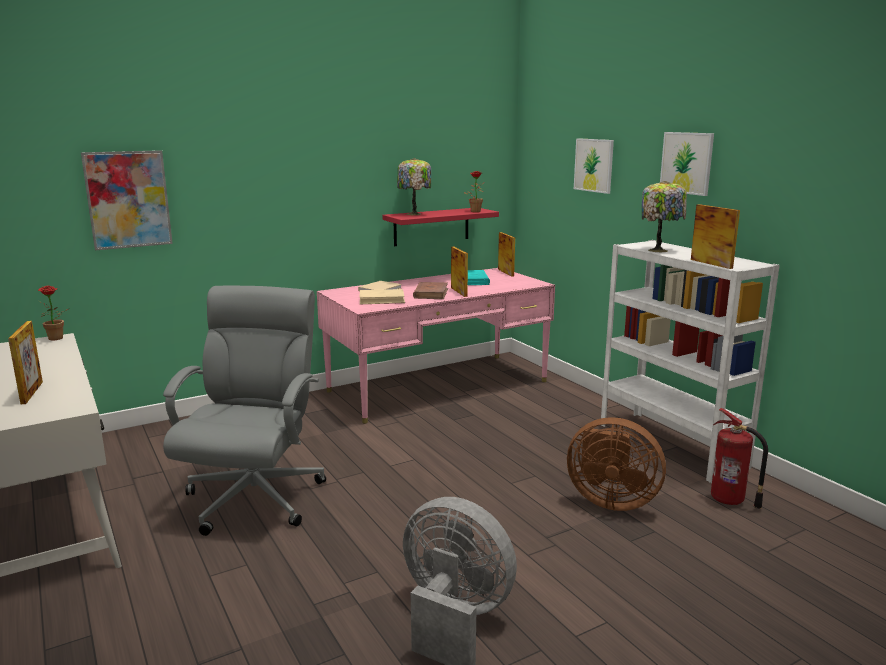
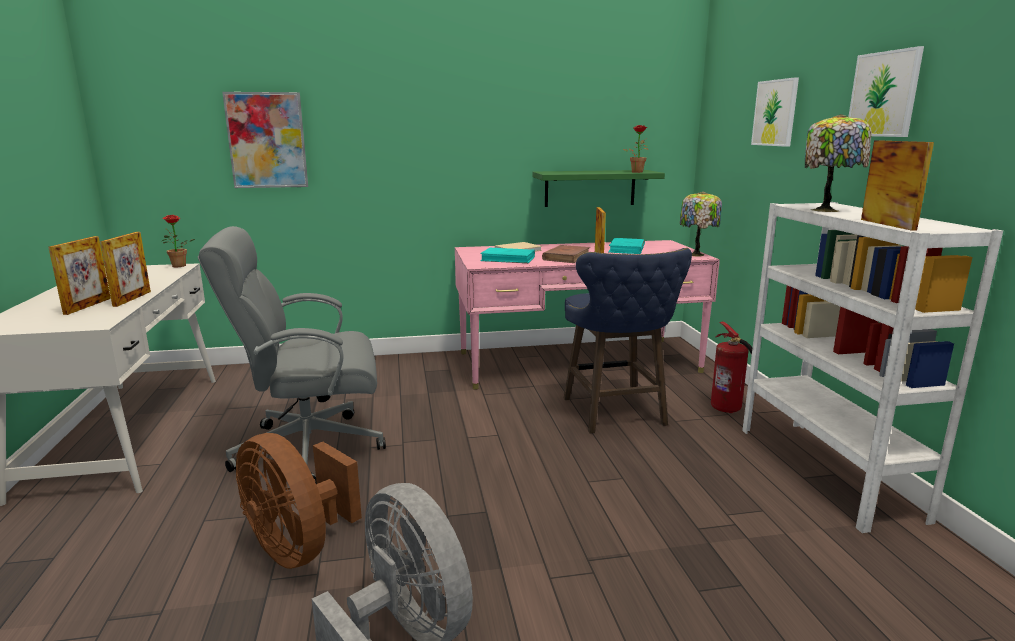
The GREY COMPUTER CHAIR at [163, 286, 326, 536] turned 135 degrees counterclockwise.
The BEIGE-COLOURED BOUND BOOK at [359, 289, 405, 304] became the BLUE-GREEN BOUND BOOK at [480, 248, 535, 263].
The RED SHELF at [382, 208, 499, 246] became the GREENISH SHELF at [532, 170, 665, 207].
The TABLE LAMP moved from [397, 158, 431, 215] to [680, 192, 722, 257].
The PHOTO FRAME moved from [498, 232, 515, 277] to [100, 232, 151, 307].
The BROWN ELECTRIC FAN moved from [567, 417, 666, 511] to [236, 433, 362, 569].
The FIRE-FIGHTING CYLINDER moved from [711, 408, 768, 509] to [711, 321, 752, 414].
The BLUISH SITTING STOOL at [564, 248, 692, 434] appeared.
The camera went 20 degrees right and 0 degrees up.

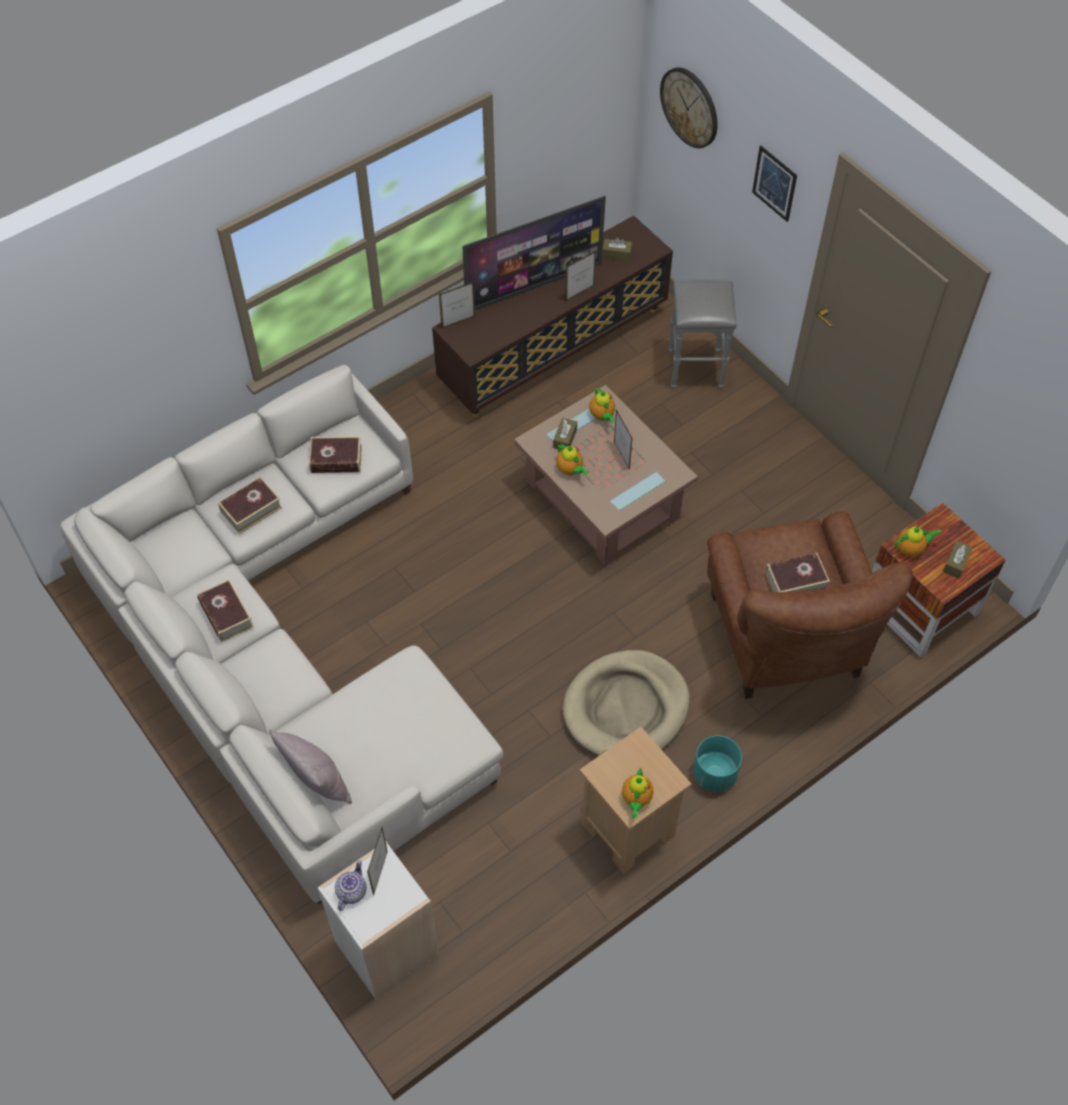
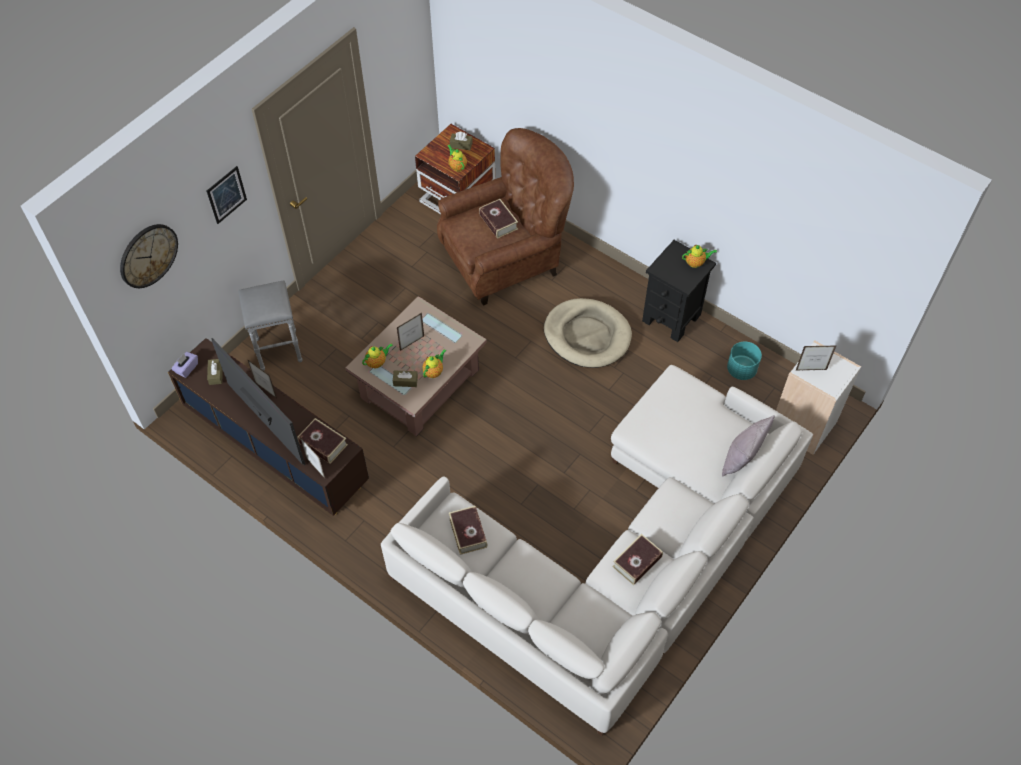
The BOUND BOOK moved from [218, 477, 282, 534] to [297, 418, 348, 464].
The TEA POT at [335, 860, 367, 911] disappeared.
The BEIGE-COLOURED NIGHTSTAND at [579, 727, 691, 874] became the BLACKISH NIGHTSTAND at [642, 240, 716, 342].
The BLUE-GREEN FLOWER POT moved from [693, 735, 742, 792] to [727, 341, 762, 380].
The PURPLE-COLOURED BOX OF TISSUES at [172, 352, 198, 378] appeared.
The camera went 105 degrees left and 0 degrees up.

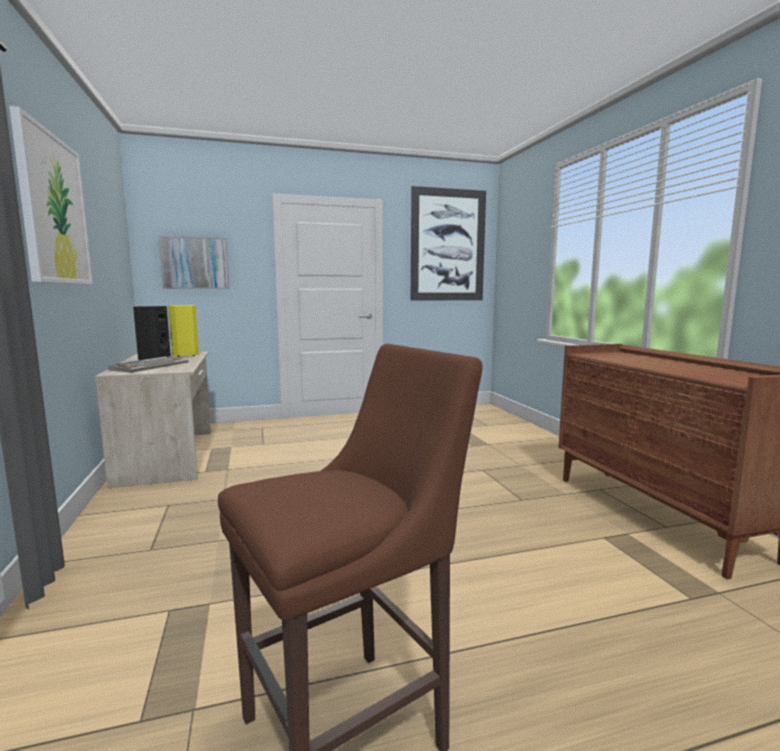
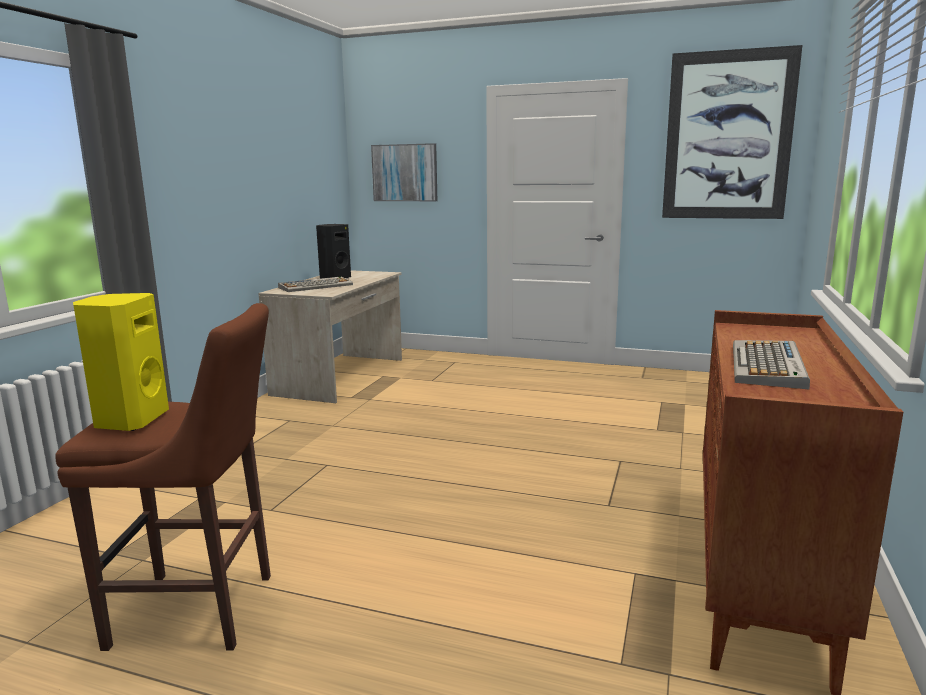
The WALL ART at [9, 106, 93, 284] disappeared.
The YELLOW AUDIO SPEAKER moved from [168, 305, 199, 357] to [73, 293, 169, 431].
The PC KEYBOARD at [733, 340, 810, 390] appeared.
The camera went 35 degrees right and 5 degrees up.

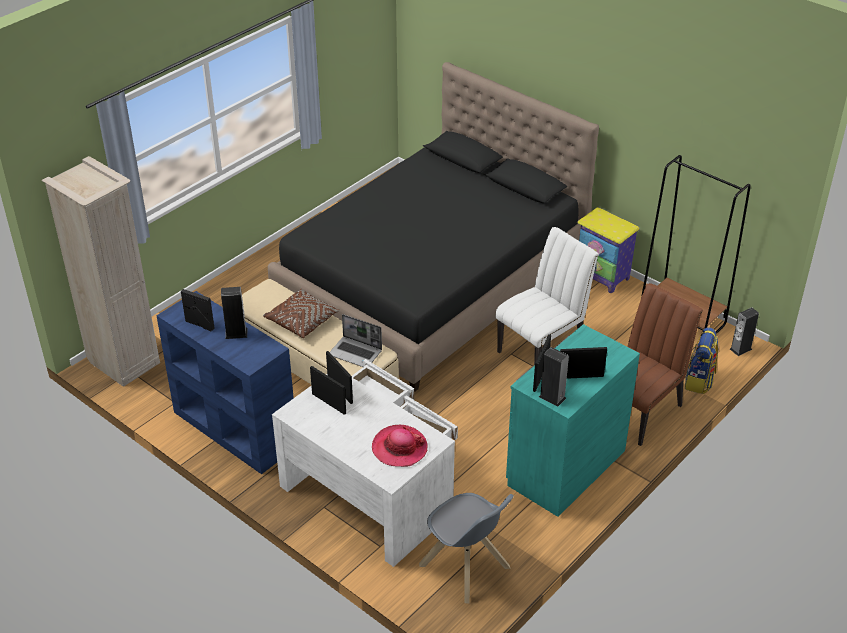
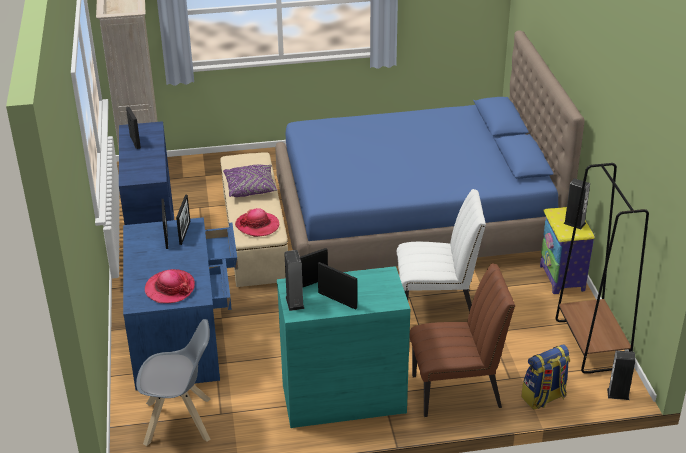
The AUDIO SPEAKER moved from [221, 287, 247, 339] to [563, 178, 590, 229].
The BROWN CUSHION at [263, 289, 340, 338] became the PURPLE-COLOURED CUSHION at [223, 165, 278, 197].
The BLACKISH BEDROOM BED at [268, 62, 599, 392] became the BLUISH BEDROOM BED at [275, 30, 585, 272].
The WHITE-COLOURED DESK TABLE at [272, 359, 458, 567] became the BLUISH DESK TABLE at [123, 217, 238, 390].
The LAPTOP at [330, 314, 382, 367] was replaced by the HAT at [235, 208, 279, 237].
The GREY PLAIN CHAIR at [419, 493, 514, 604] turned 90 degrees counterclockwise.
The camera went 40 degrees right and 5 degrees down.

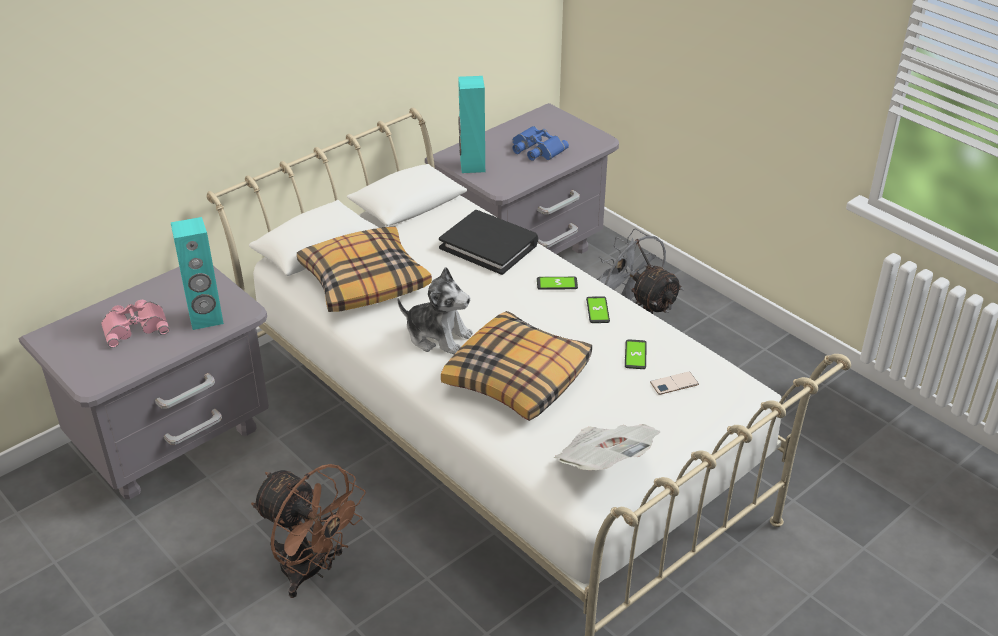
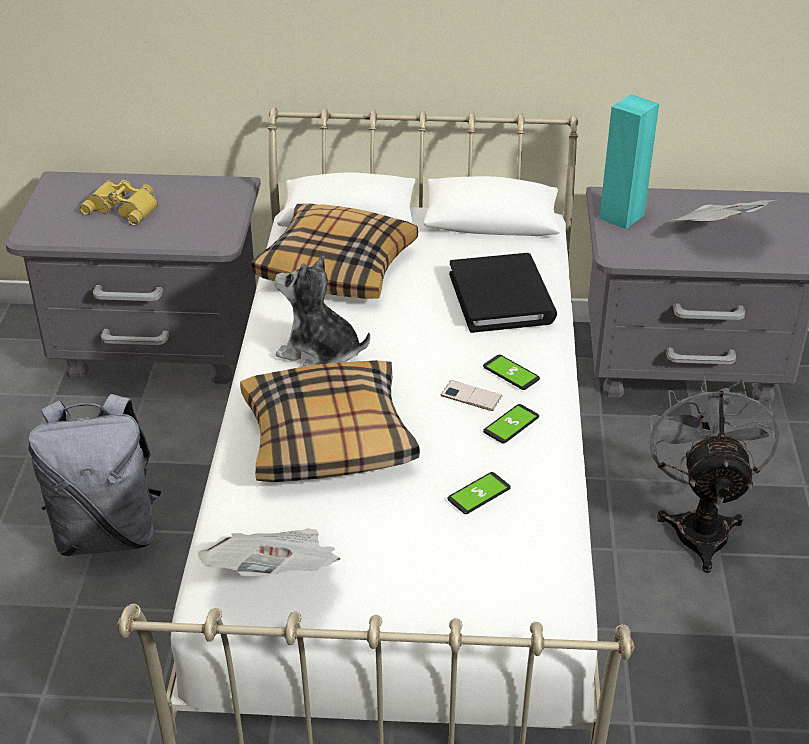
The PINK BINOCULARS at [101, 300, 170, 348] became the YELLOW BINOCULARS at [80, 180, 158, 226].
The BLUE-GREEN AUDIO SPEAKER at [170, 217, 224, 330] disappeared.
The BROWN ELECTRIC FAN at [251, 464, 366, 598] was replaced by the GREY KNAPSACK at [28, 394, 161, 556].
The SOFT TOY at [397, 267, 473, 355] turned 135 degrees clockwise.
The BLUISH BINOCULARS at [513, 126, 569, 161] was replaced by the DAILY PAPER at [670, 200, 775, 221].
The HANDSET moved from [650, 371, 699, 395] to [441, 380, 502, 411].
The camera went 45 degrees right and 0 degrees up.

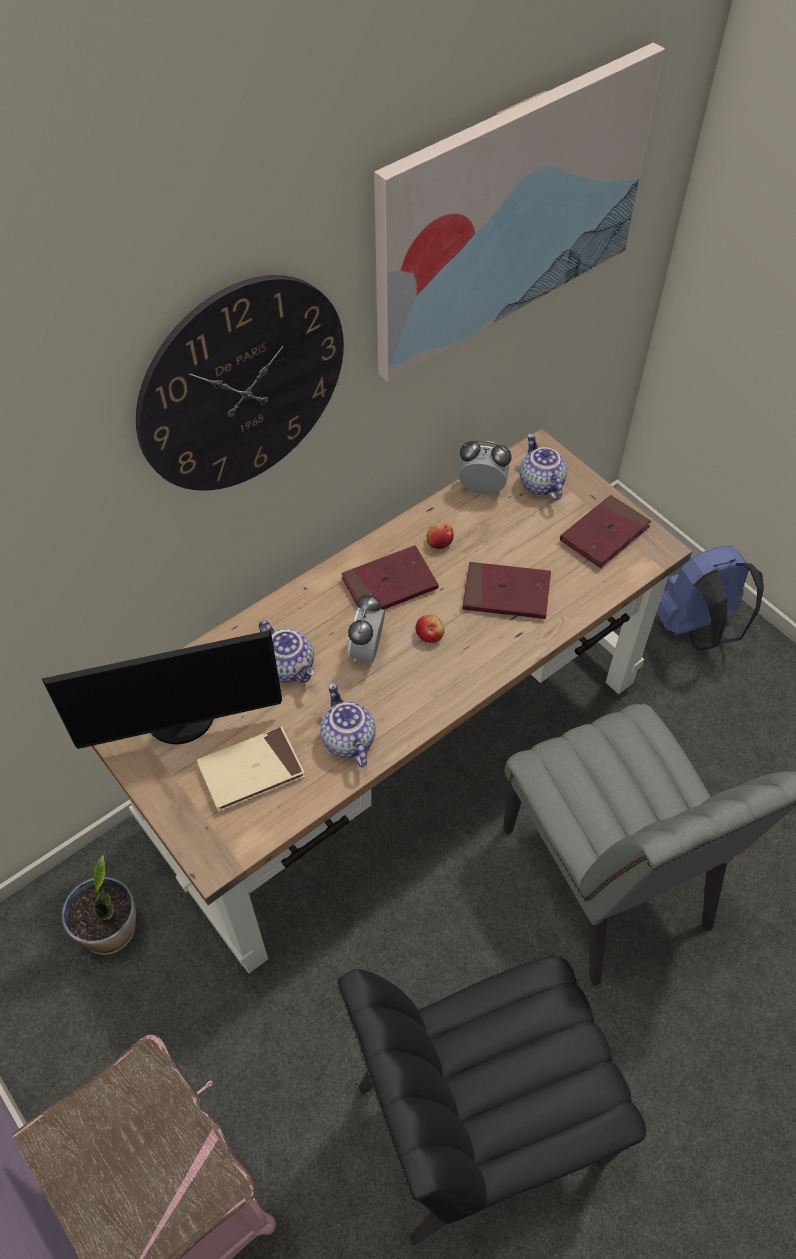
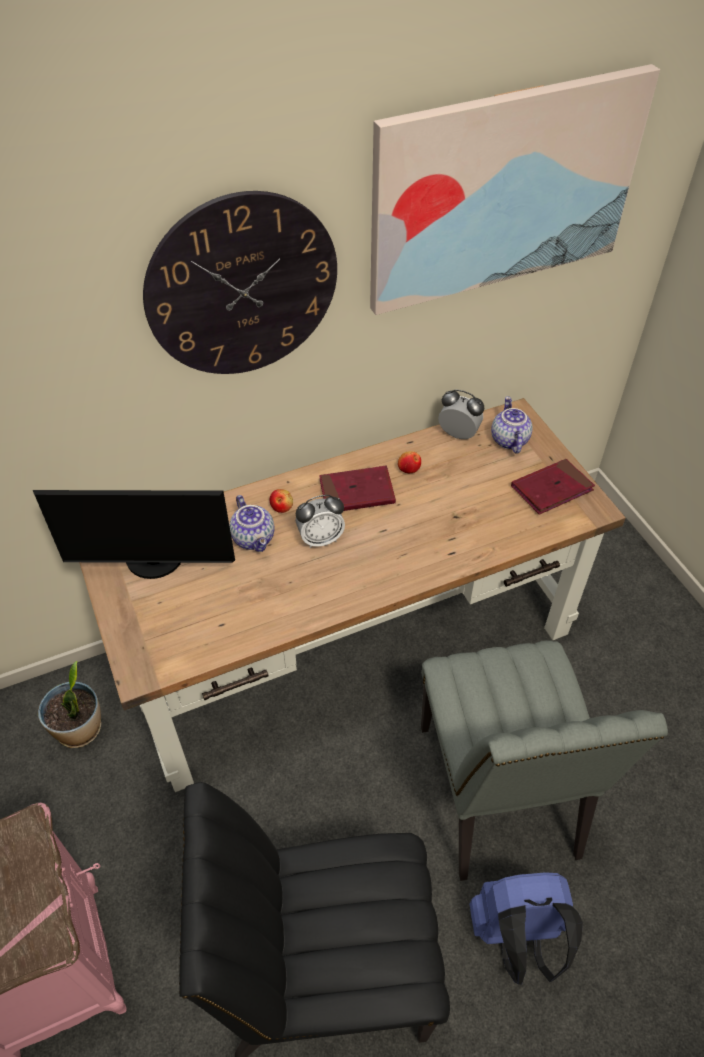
The BEIGE-COLOURED BOUND BOOK at [197, 726, 305, 812] disappeared.
The TEA POT at [320, 683, 376, 768] disappeared.
The TABLE CLOCK at [348, 593, 385, 662] turned 135 degrees counterclockwise.
The APPLE FRUIT moved from [415, 615, 445, 643] to [269, 489, 293, 513].
The RED BOUND BOOK at [462, 562, 551, 619] disappeared.
The BLUISH KNAPSACK moved from [656, 546, 764, 651] to [469, 872, 583, 985].
The camera went 15 degrees right and 5 degrees down.

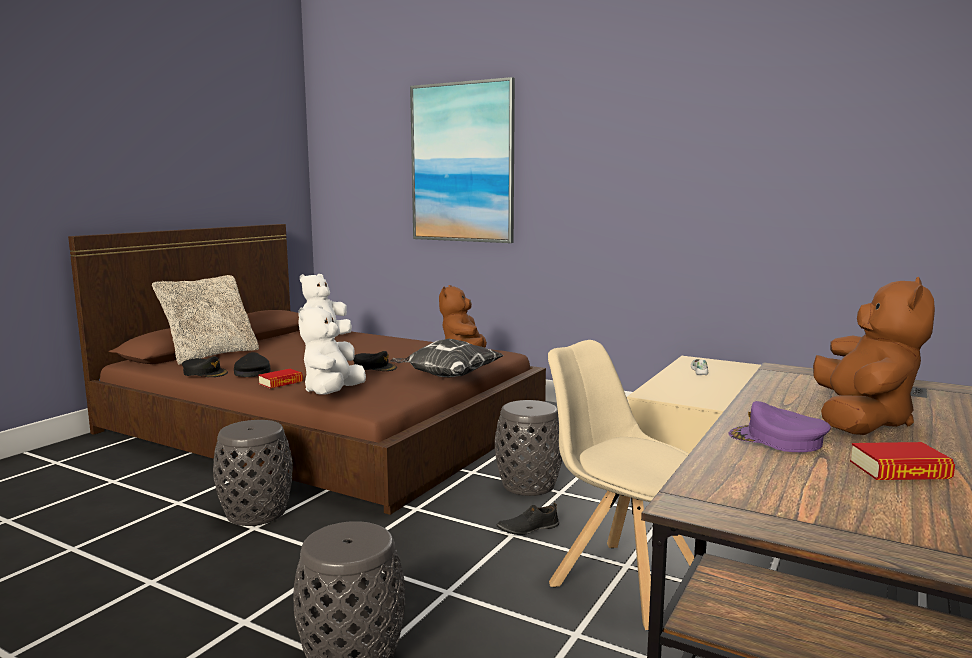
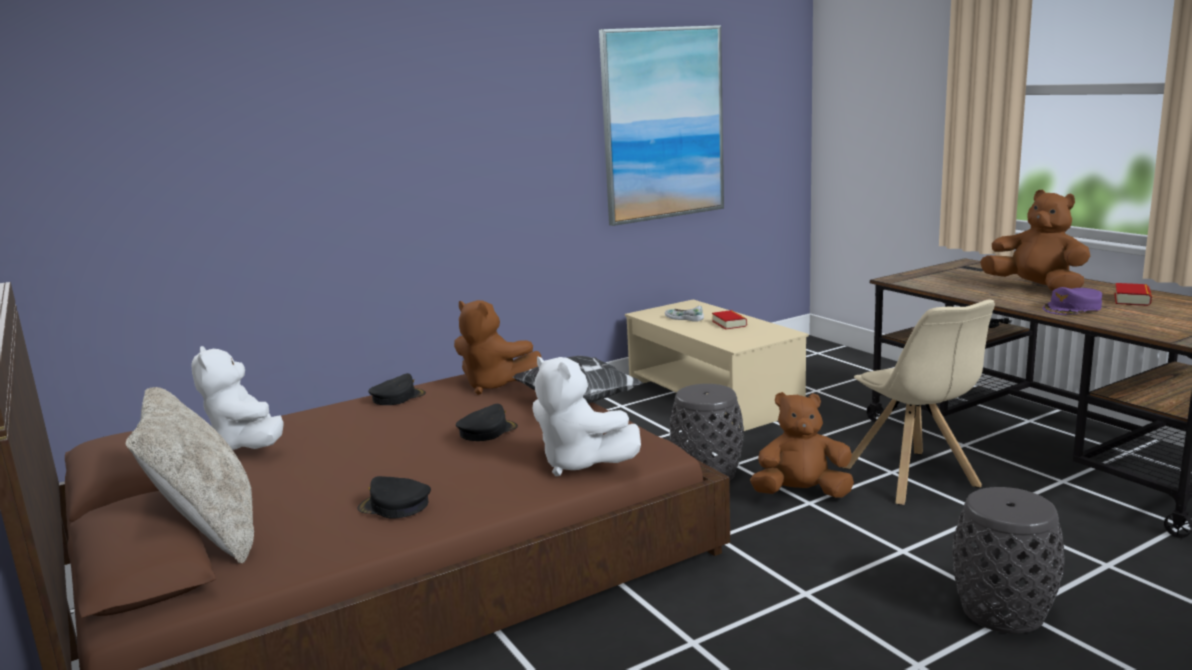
The BLACKISH PEAKED CAP moved from [182, 356, 228, 377] to [368, 373, 426, 405].
The GREY SITTING STOOL at [213, 420, 293, 526] disappeared.
The BOUND BOOK moved from [258, 369, 303, 388] to [712, 310, 747, 330].
The WALL ART moved from [410, 77, 515, 243] to [599, 25, 724, 226].
The BLACKISH SHOE at [496, 503, 559, 535] was replaced by the BROWN SOFT TOY at [750, 392, 854, 498].
The BEIGE-COLOURED PLAIN CHAIR at [548, 340, 694, 630] turned 90 degrees counterclockwise.
The camera went 60 degrees left and 5 degrees up.

